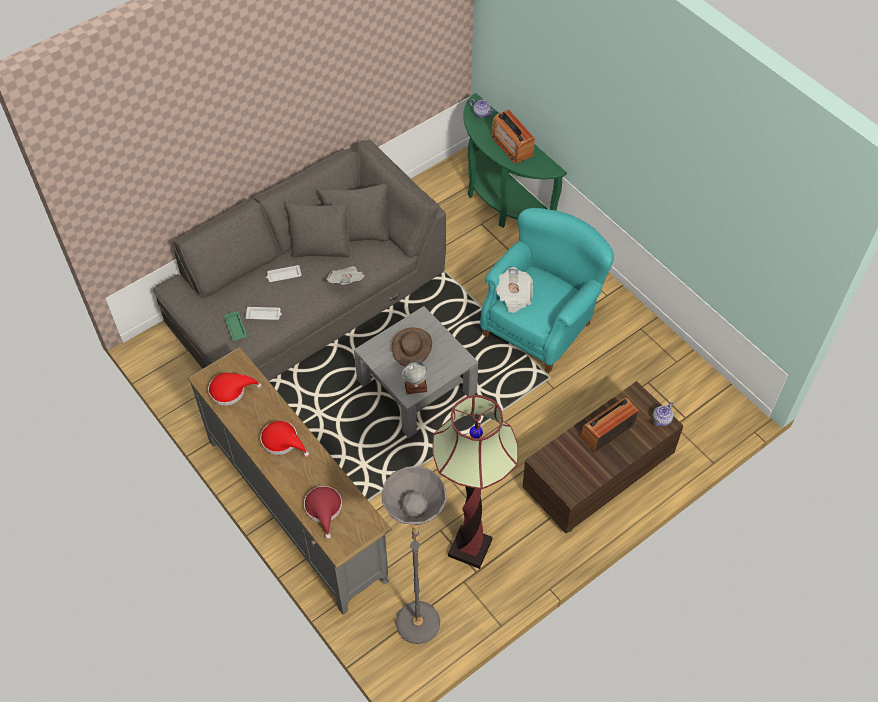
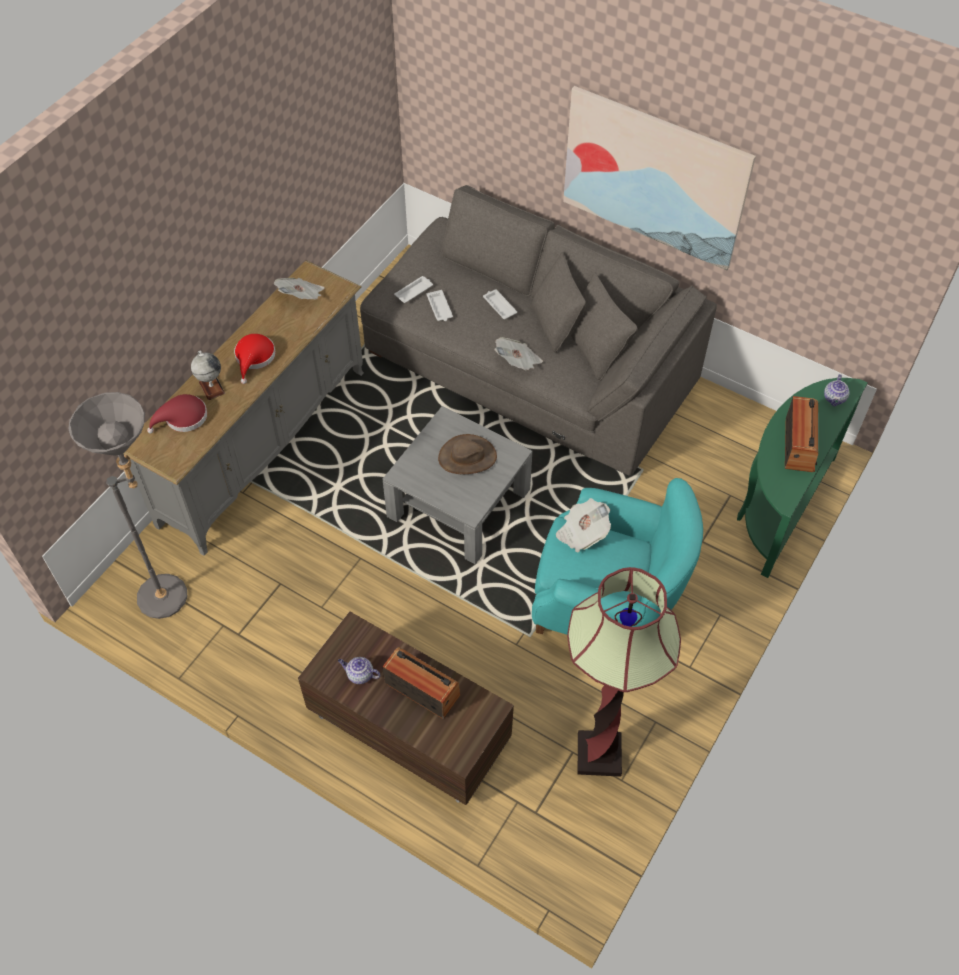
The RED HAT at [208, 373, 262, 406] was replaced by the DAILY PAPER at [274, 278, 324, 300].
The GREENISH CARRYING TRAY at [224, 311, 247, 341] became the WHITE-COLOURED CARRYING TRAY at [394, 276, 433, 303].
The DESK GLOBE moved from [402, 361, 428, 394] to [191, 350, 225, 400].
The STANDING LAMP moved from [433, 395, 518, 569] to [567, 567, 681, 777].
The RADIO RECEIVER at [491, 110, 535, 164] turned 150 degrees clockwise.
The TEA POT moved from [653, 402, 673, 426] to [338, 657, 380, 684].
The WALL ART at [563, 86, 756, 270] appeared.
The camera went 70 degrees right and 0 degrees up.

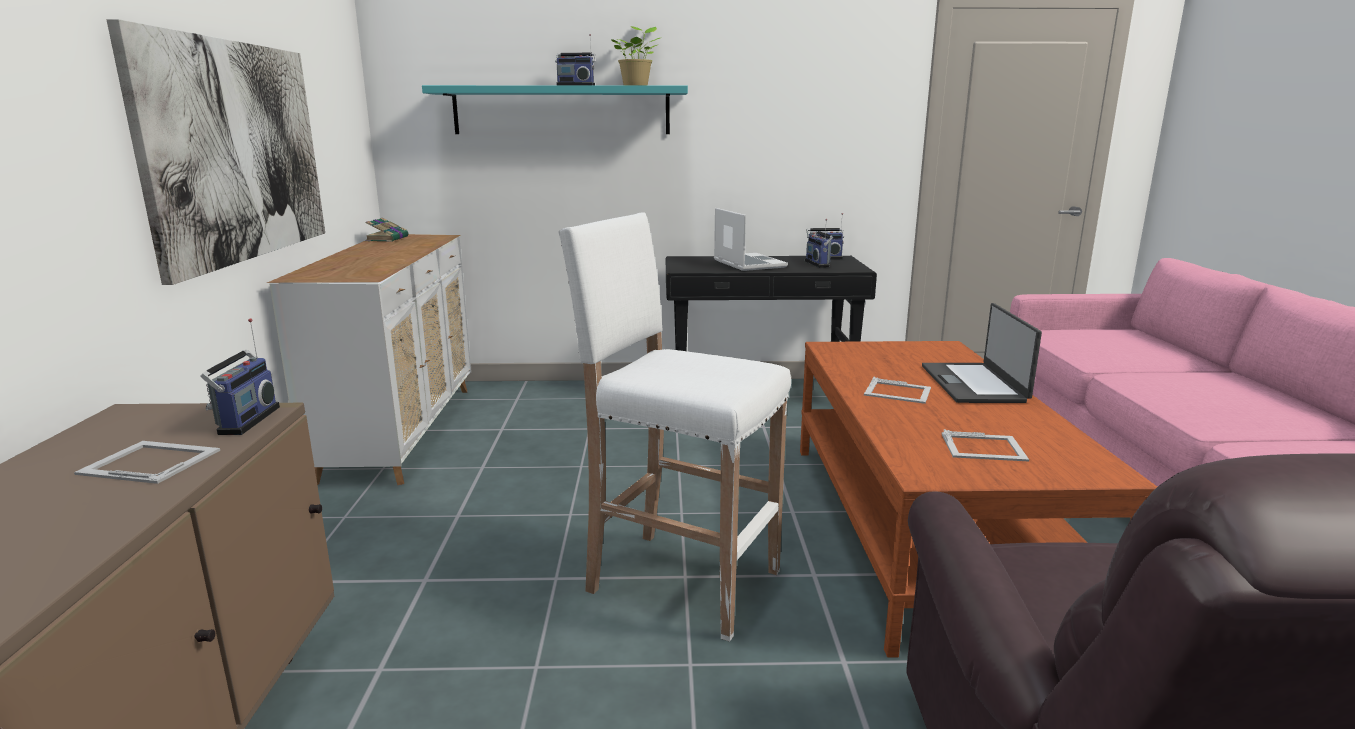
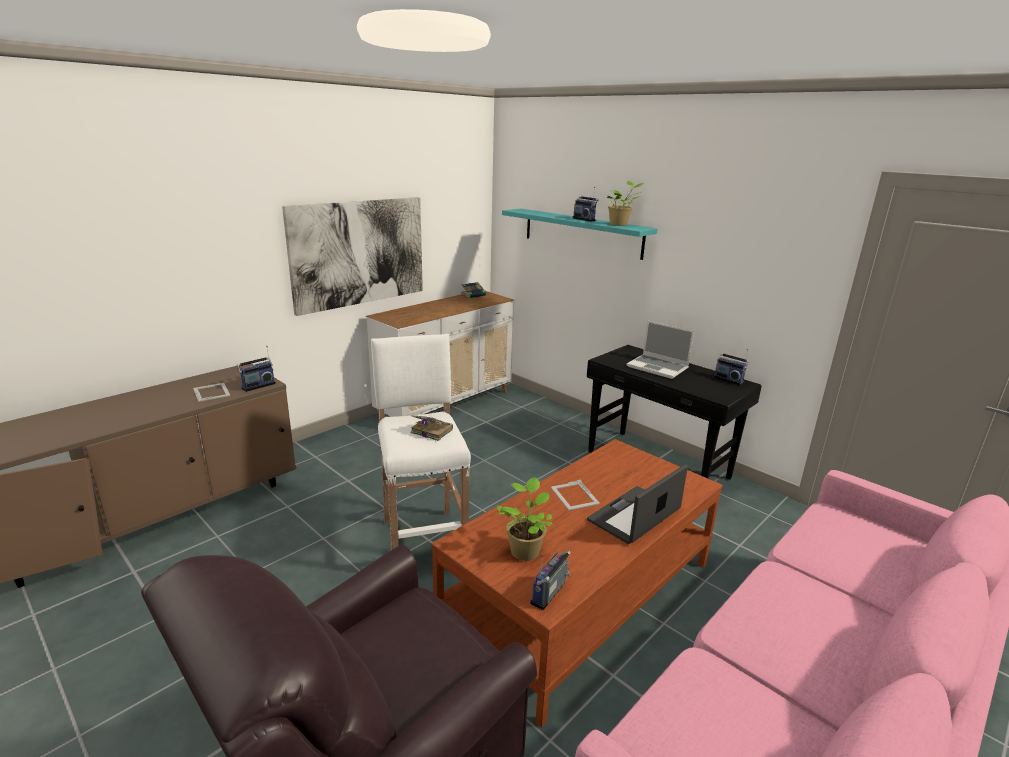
The LAPTOP at [714, 208, 788, 271] turned 105 degrees clockwise.
The RADIO RECEIVER moved from [805, 219, 833, 267] to [530, 551, 571, 610].
The PHOTO FRAME at [942, 429, 1029, 462] was replaced by the HOUSEPLANT at [497, 477, 552, 561].
The BOUND BOOK at [410, 415, 453, 441] appeared.
The camera went 45 degrees right and 5 degrees up.

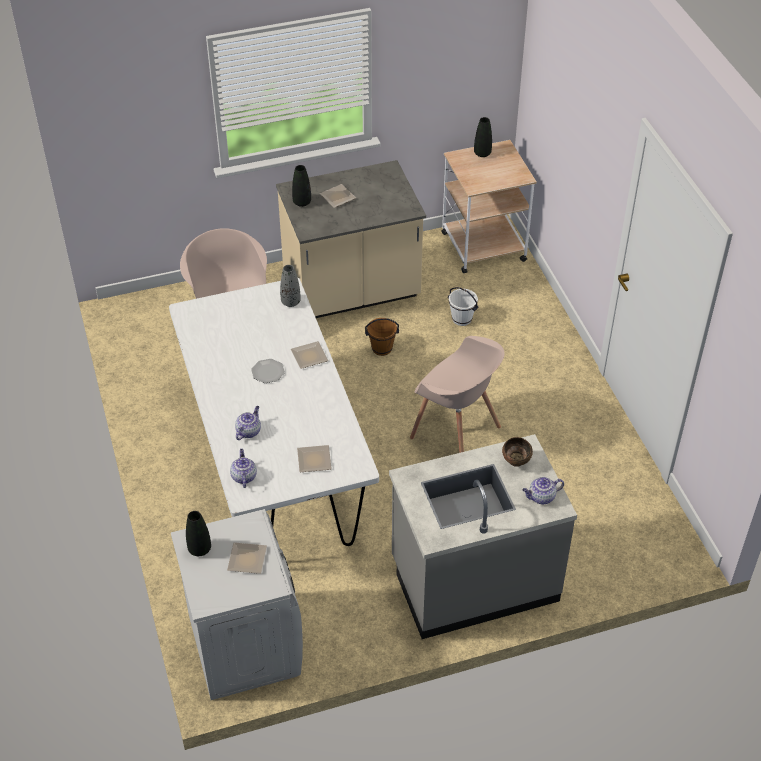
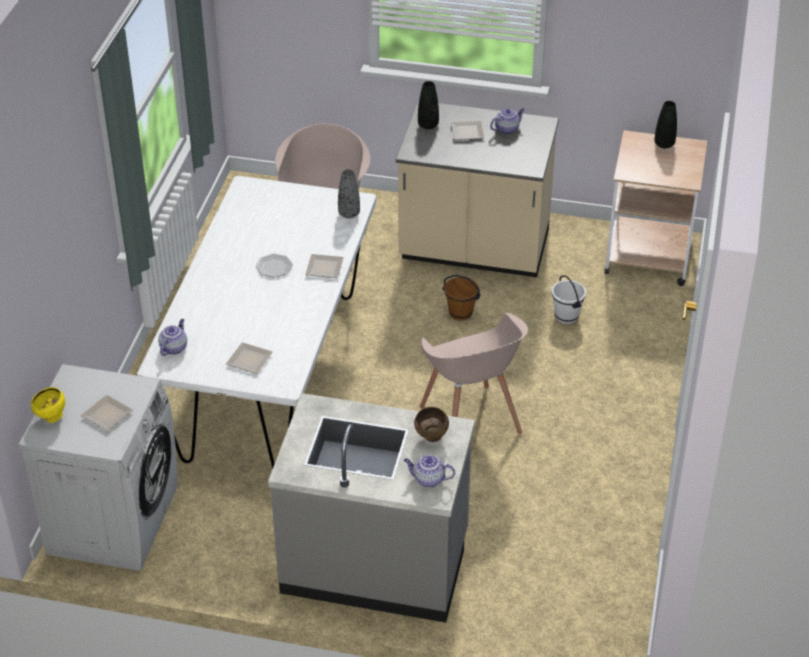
The BLACKISH DECORATIVE VASE at [186, 511, 211, 556] disappeared.
The TEA POT moved from [235, 406, 261, 440] to [490, 108, 525, 134].
The YELLOW BOWL at [31, 387, 65, 423] appeared.
The camera went 30 degrees right and 5 degrees down.

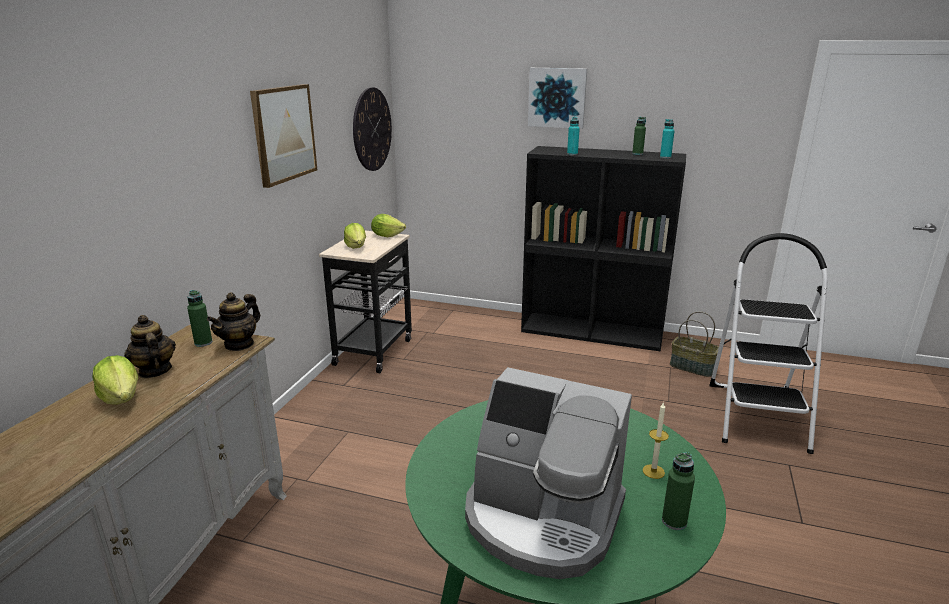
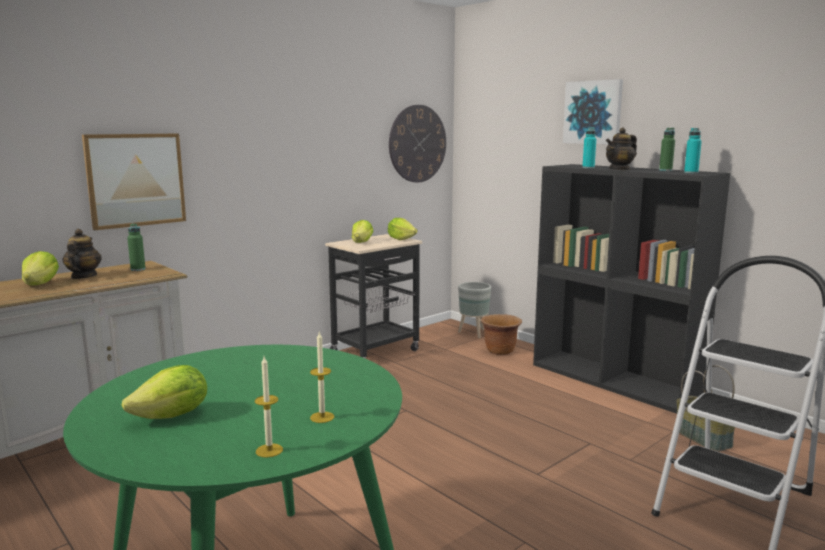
The TEA POT moved from [207, 292, 260, 351] to [606, 128, 637, 170].
The WALL ART moved from [250, 84, 317, 188] to [82, 134, 186, 230].
The COFFEE MAKER at [465, 367, 632, 579] was replaced by the LETTUCE at [122, 365, 207, 419].
The GREENISH DRINK BOTTLE at [662, 452, 695, 530] was replaced by the WAX CANDLE at [255, 357, 283, 458].
The GREY FLOWER POT at [458, 282, 491, 338] appeared.
The BROWN FLOWER POT at [481, 314, 522, 355] appeared.
The camera went 30 degrees right and 10 degrees down.

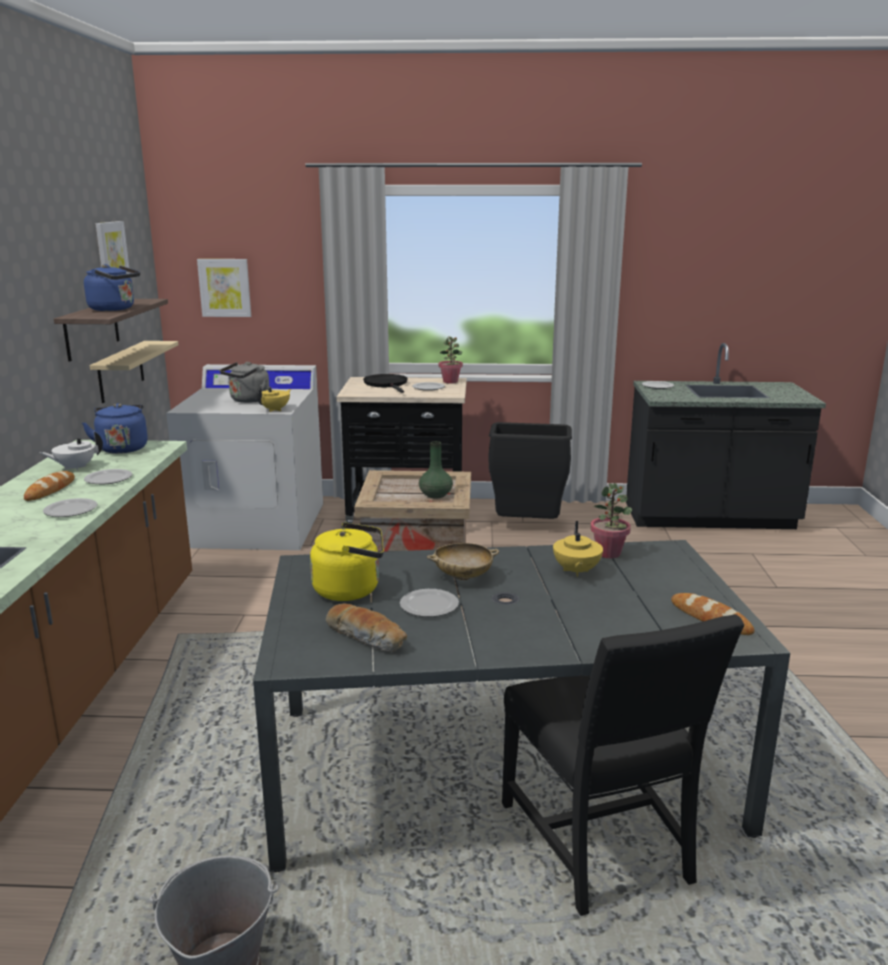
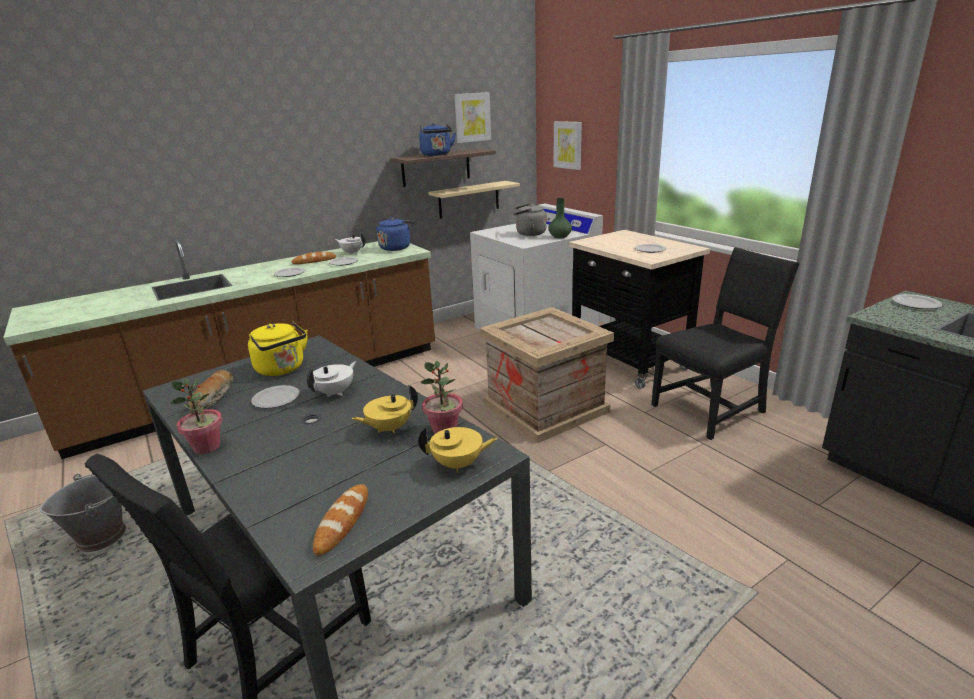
The YELLOW TEA POT moved from [257, 386, 291, 412] to [418, 426, 497, 473].
The BLACKISH PAN at [363, 374, 408, 393] disappeared.
The GREENISH DECORATIVE VASE moved from [419, 441, 453, 499] to [548, 198, 572, 238].
The BEIGE-COLOURED BOWL at [427, 543, 499, 580] was replaced by the WHITE-COLOURED TEA POT at [307, 361, 356, 397].
The HOUSEPLANT moved from [439, 336, 463, 384] to [170, 378, 223, 454].
The BLACKISH RUBBISH BIN at [488, 422, 572, 519] was replaced by the BLACKISH PLAIN CHAIR at [651, 247, 799, 440].
The camera went 55 degrees right and 5 degrees up.

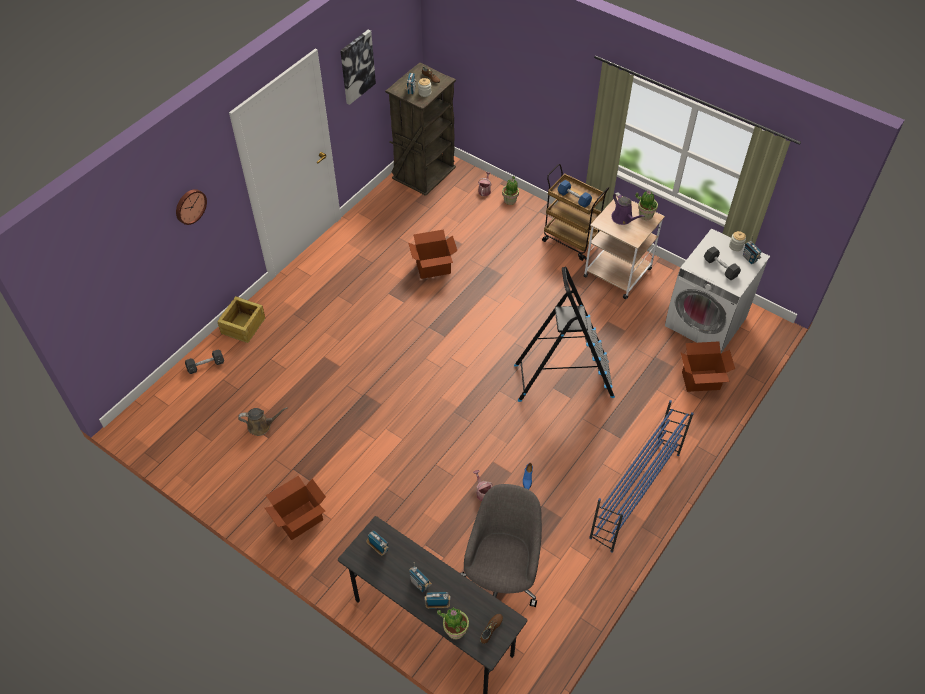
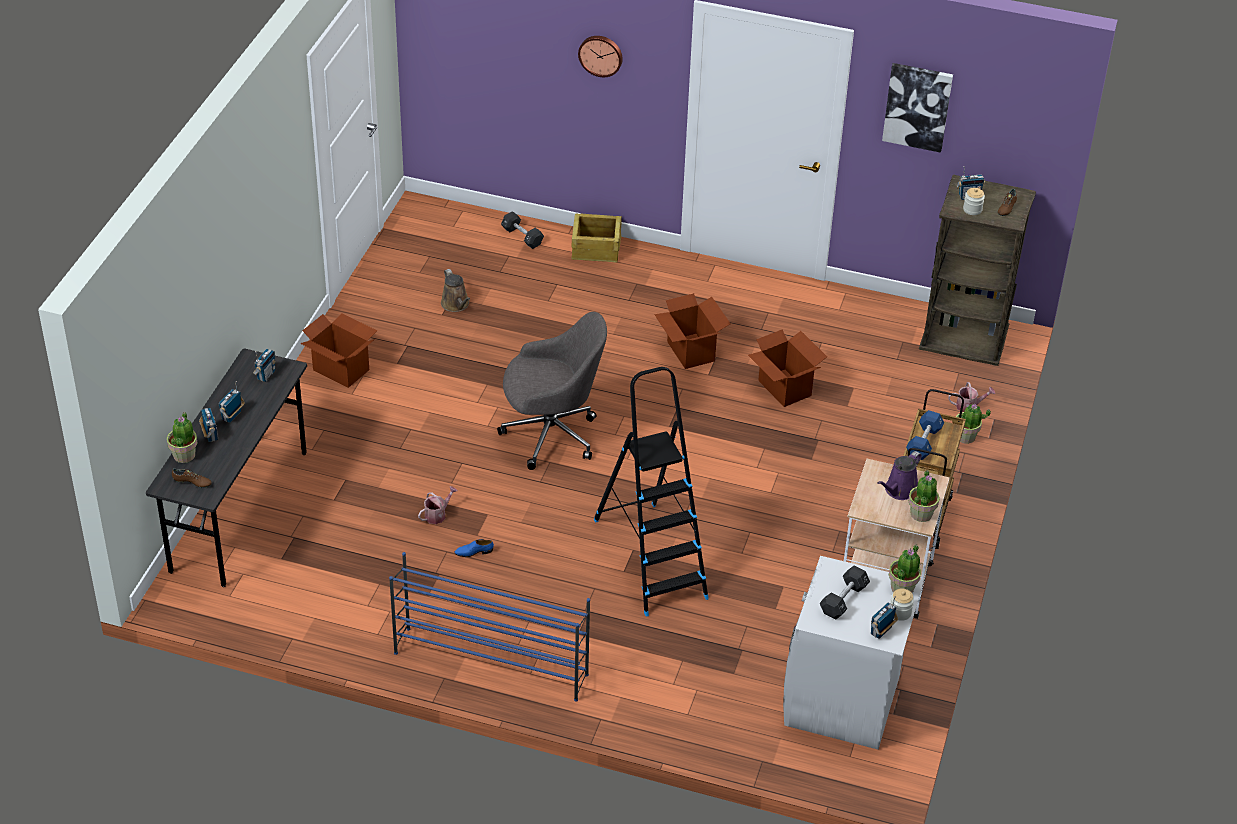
The GREY COMPUTER CHAIR moved from [460, 484, 542, 607] to [497, 312, 607, 470].
The PACKING BOX moved from [681, 341, 735, 392] to [654, 293, 731, 369].
The HOUSEPLANT at [889, 545, 921, 593] appeared.
The camera went 70 degrees right and 10 degrees down.

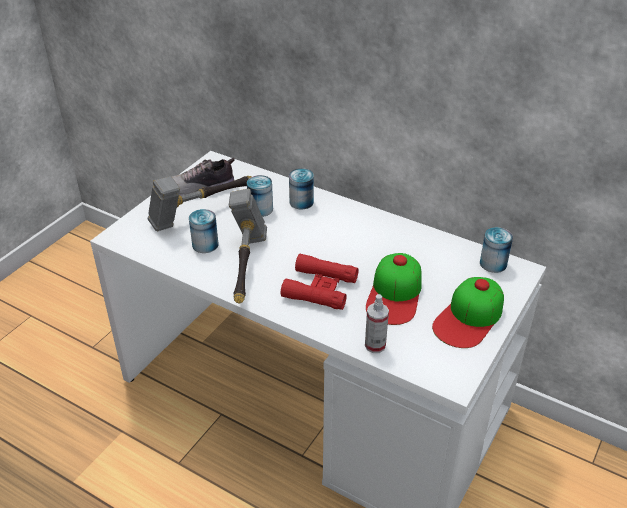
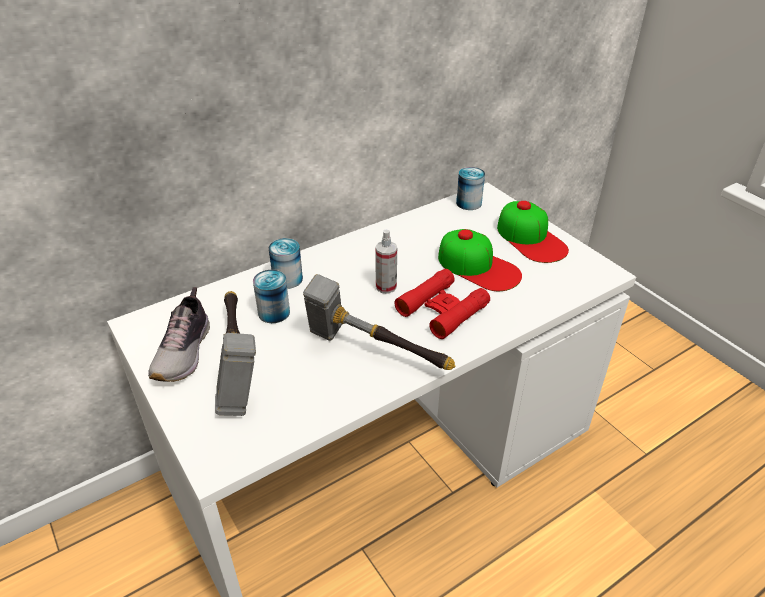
The SEALED CAN at [189, 209, 218, 253] disappeared.
The SPRAY BOTTLE moved from [365, 294, 389, 353] to [375, 230, 397, 294].
The camera went 65 degrees left and 0 degrees up.

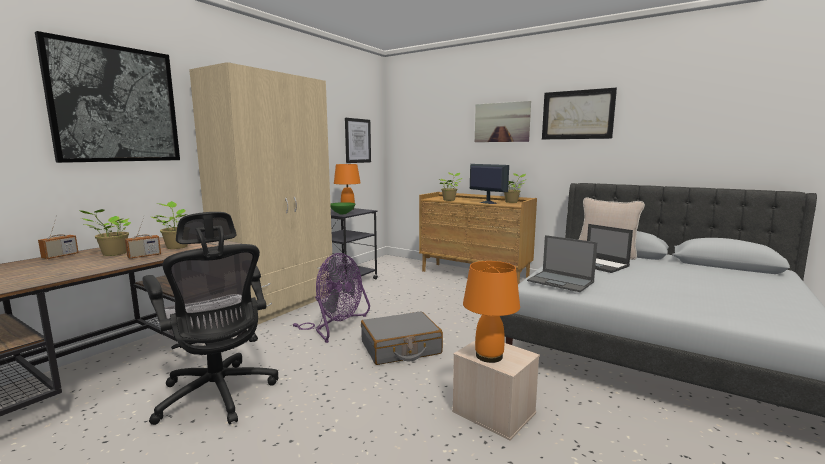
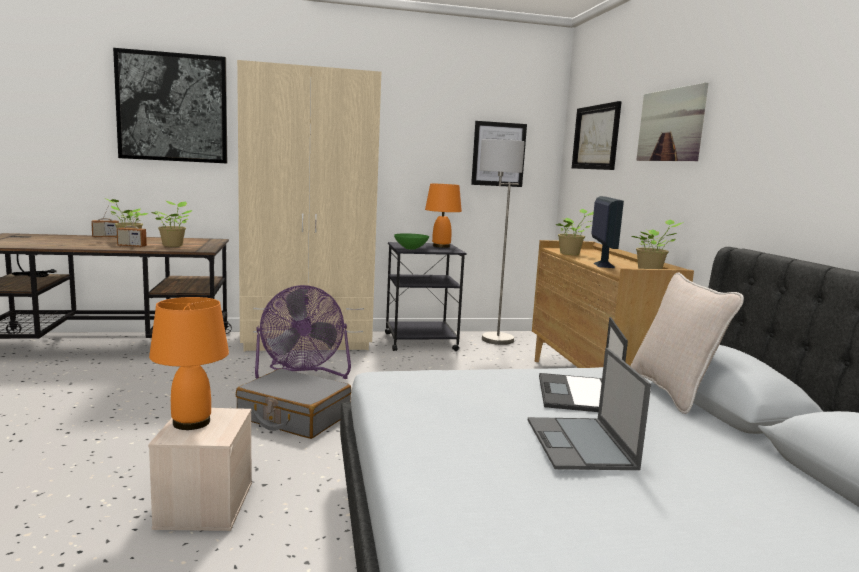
The COMPUTER CHAIR at [143, 212, 278, 425] disappeared.
The LAPTOP moved from [527, 235, 597, 292] to [528, 348, 651, 470].
The WALL ART moved from [542, 88, 617, 139] to [572, 101, 622, 170].
The GREY STANDING LAMP at [480, 139, 525, 345] appeared.
The camera went 45 degrees right and 0 degrees up.

